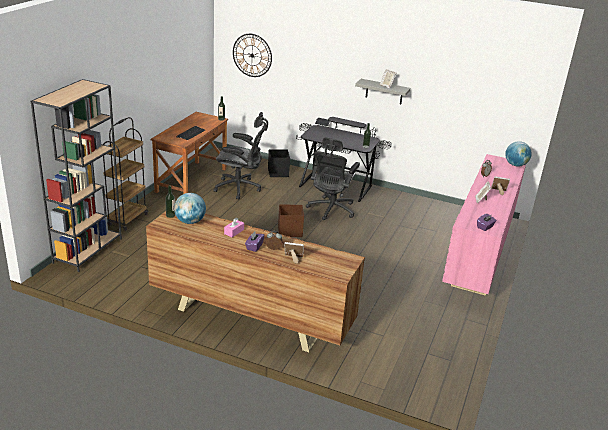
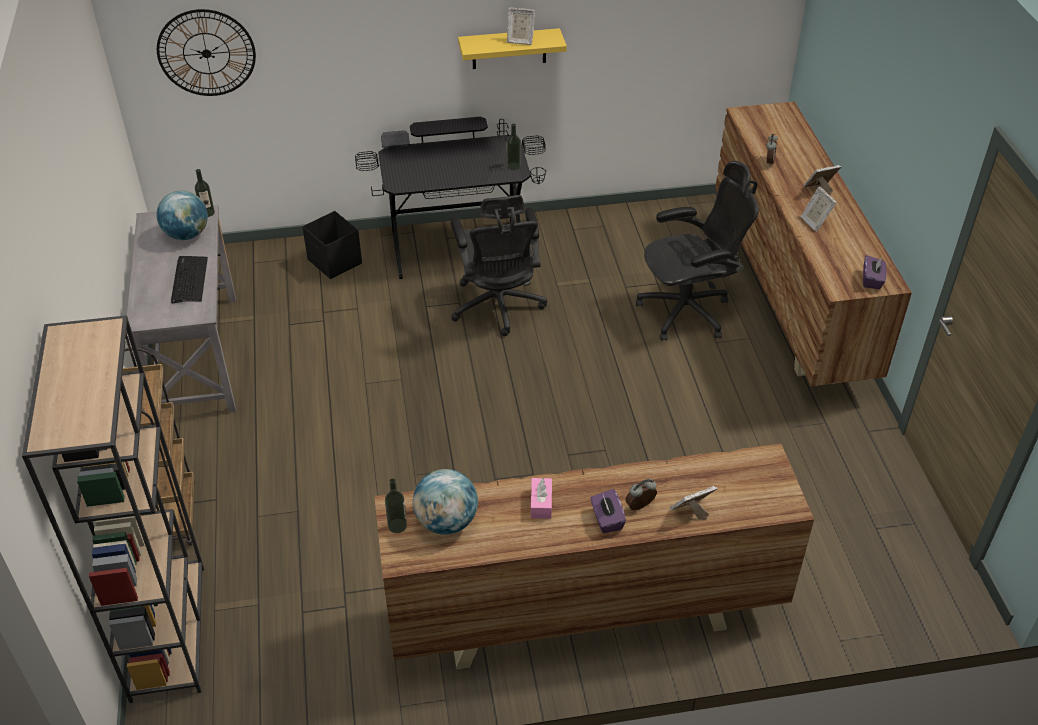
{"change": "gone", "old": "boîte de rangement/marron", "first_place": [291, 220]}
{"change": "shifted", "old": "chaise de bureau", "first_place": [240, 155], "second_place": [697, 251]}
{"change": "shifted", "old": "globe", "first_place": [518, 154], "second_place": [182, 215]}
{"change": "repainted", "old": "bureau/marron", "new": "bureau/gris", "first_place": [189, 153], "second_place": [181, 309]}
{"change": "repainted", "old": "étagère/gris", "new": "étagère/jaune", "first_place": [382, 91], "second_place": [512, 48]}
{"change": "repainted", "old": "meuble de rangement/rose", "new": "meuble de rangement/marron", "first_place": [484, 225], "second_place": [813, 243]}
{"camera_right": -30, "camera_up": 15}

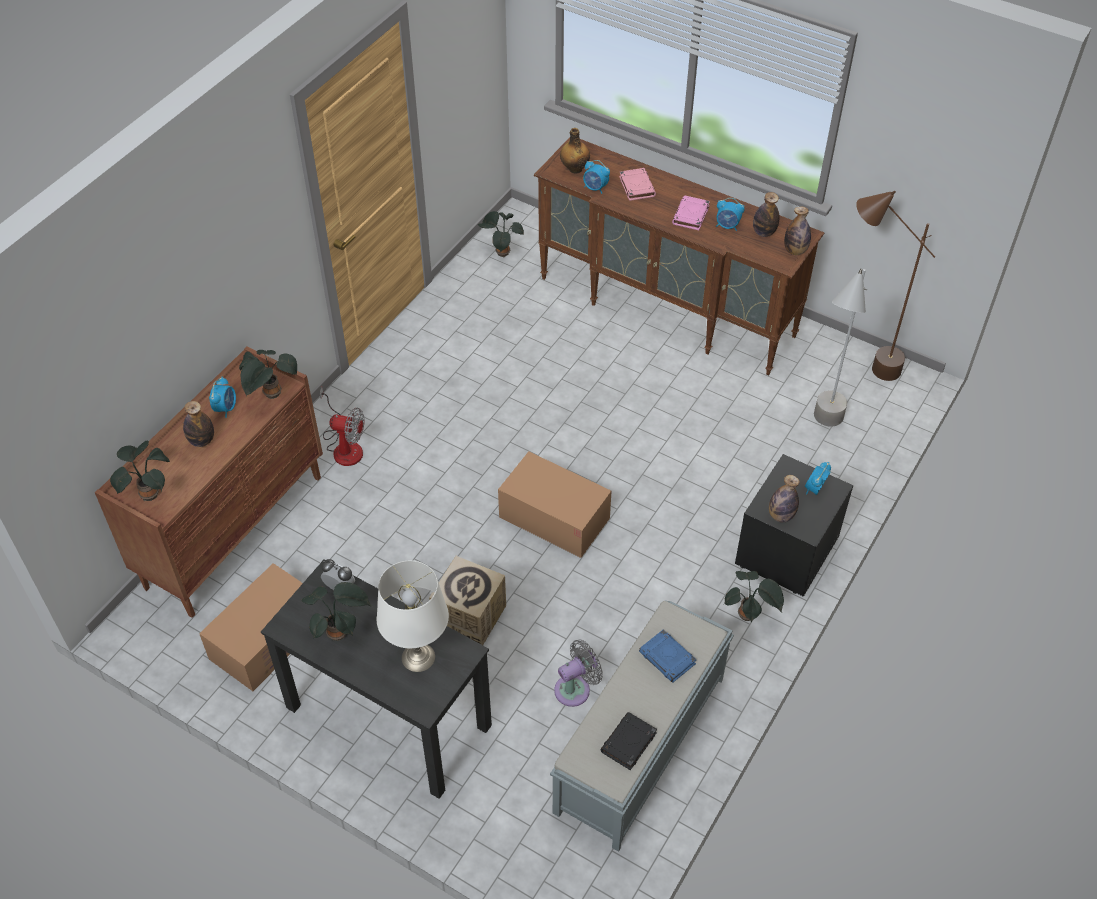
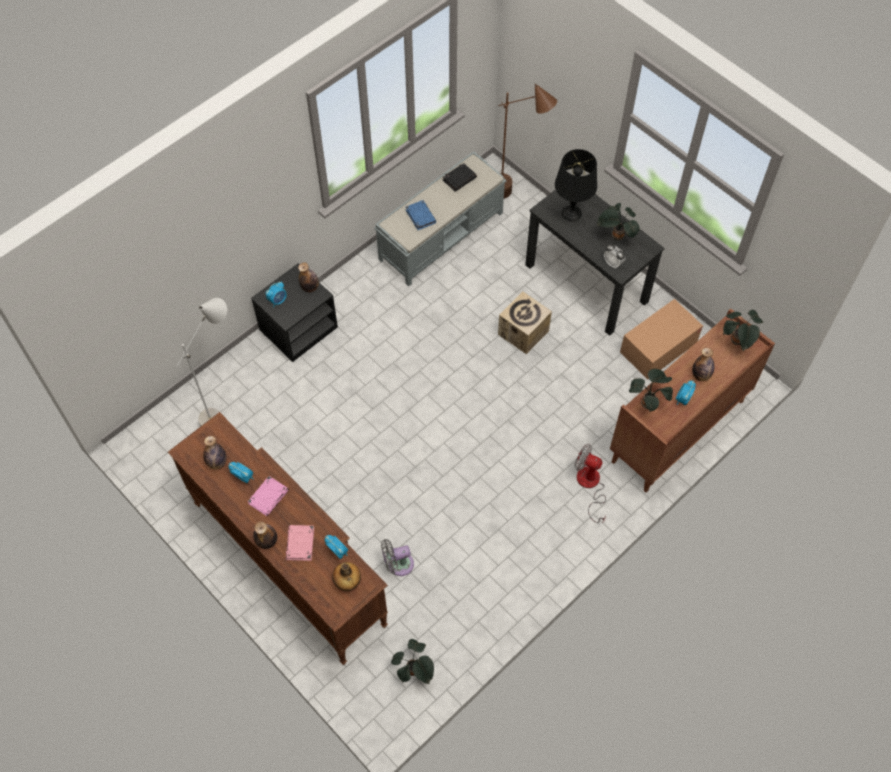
{"change": "gone", "old": "carton", "first_place": [554, 504]}
{"change": "gone", "old": "plante en pot", "first_place": [754, 596]}
{"change": "shifted", "old": "ventilateur/gris", "first_place": [578, 673], "second_place": [397, 557]}
{"change": "shifted", "old": "bouteille", "first_place": [797, 230], "second_place": [265, 535]}
{"change": "shifted", "old": "lampadaire/marron", "first_place": [895, 286], "second_place": [527, 141]}
{"change": "repainted", "old": "lampe de table/blanc", "new": "lampe de table/noir", "first_place": [413, 616], "second_place": [576, 185]}
{"camera_right": -165, "camera_up": 10}

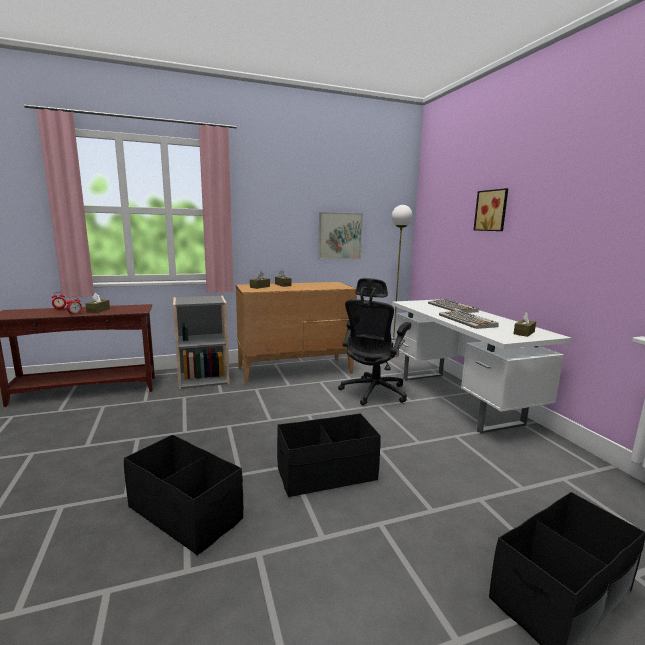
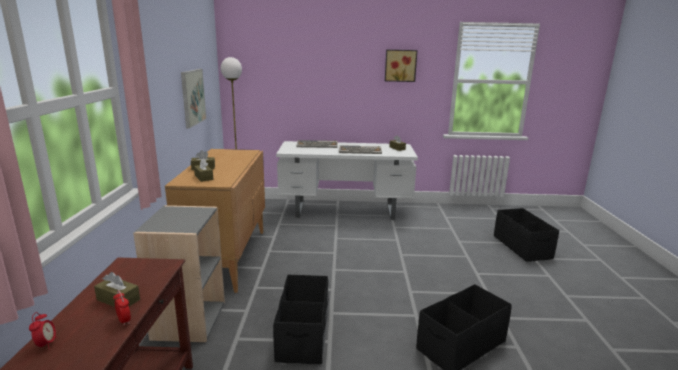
{"change": "gone", "old": "chaise de bureau", "first_place": [374, 341]}
{"change": "shifted", "old": "boîte de rangement/noir", "first_place": [329, 455], "second_place": [301, 319]}
{"change": "shifted", "old": "tableau", "first_place": [491, 209], "second_place": [401, 66]}
{"camera_right": -70, "camera_up": 5}

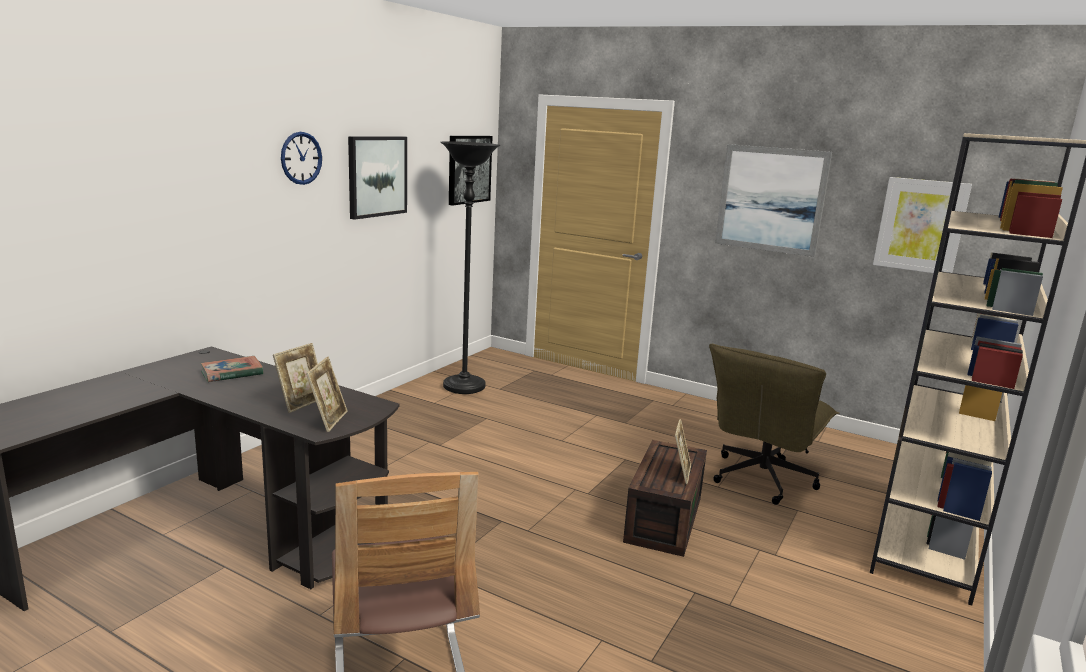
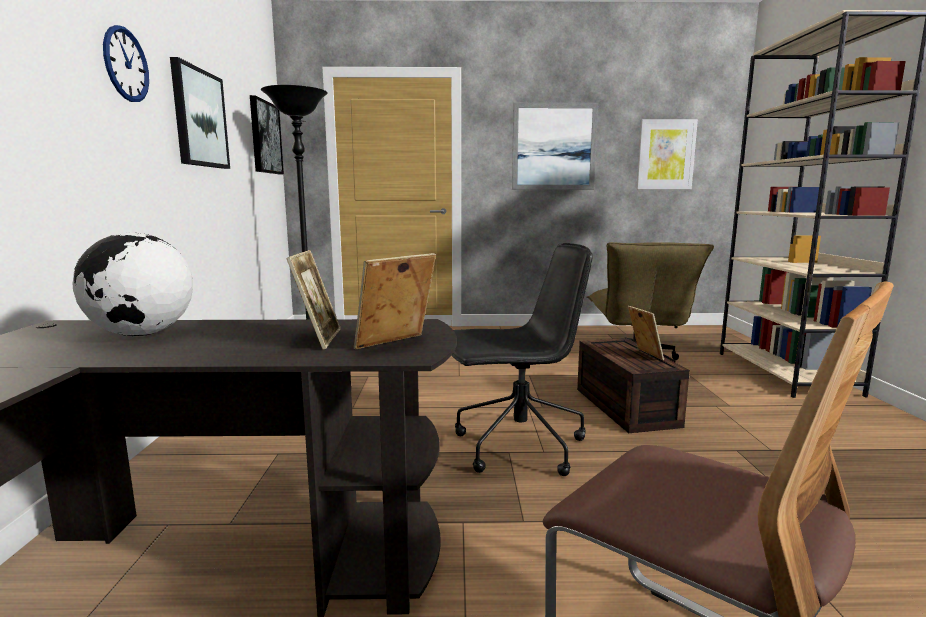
{"change": "new", "new": "chaise de bureau/noir", "second_place": [522, 359]}
{"change": "swapped", "old": "livre", "new": "globe", "first_place": [232, 369], "second_place": [133, 284]}
{"change": "rotated", "old": "cadre photo", "first_place": [327, 394], "second_place": [395, 301], "degrees": -105}
{"camera_right": -30, "camera_up": -5}

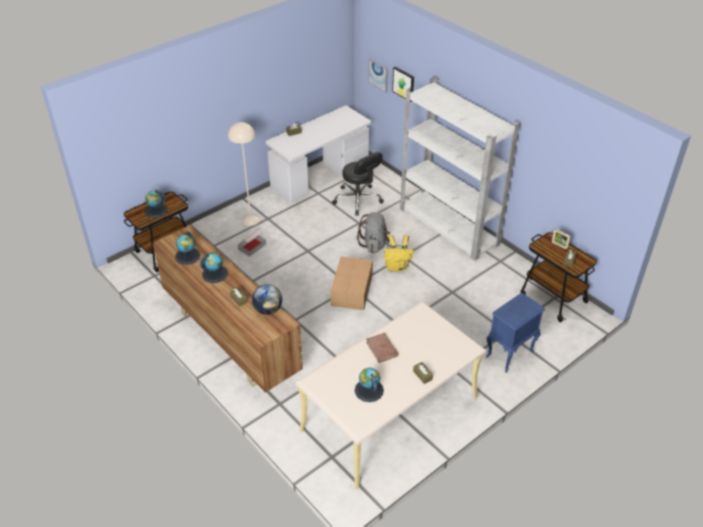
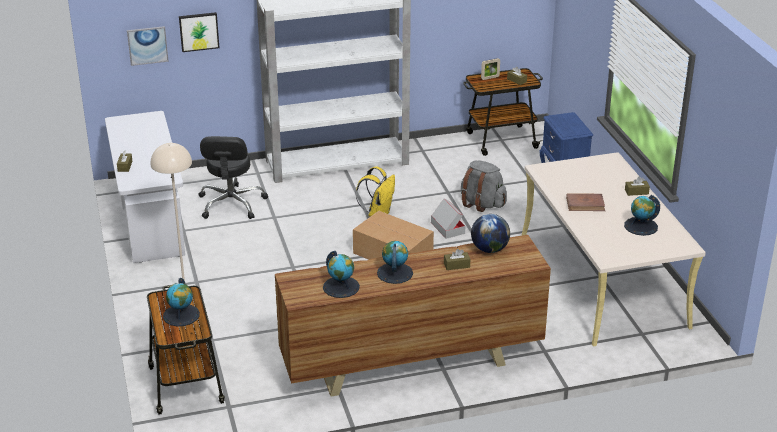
{"change": "shifted", "old": "carton", "first_place": [252, 242], "second_place": [448, 219]}
{"change": "shifted", "old": "sac à dos/gris", "first_place": [373, 232], "second_place": [484, 186]}
{"change": "rotated", "old": "chaise de bureau/noir", "first_place": [358, 184], "second_place": [233, 177], "degrees": 105}
{"camera_right": -65, "camera_up": -10}

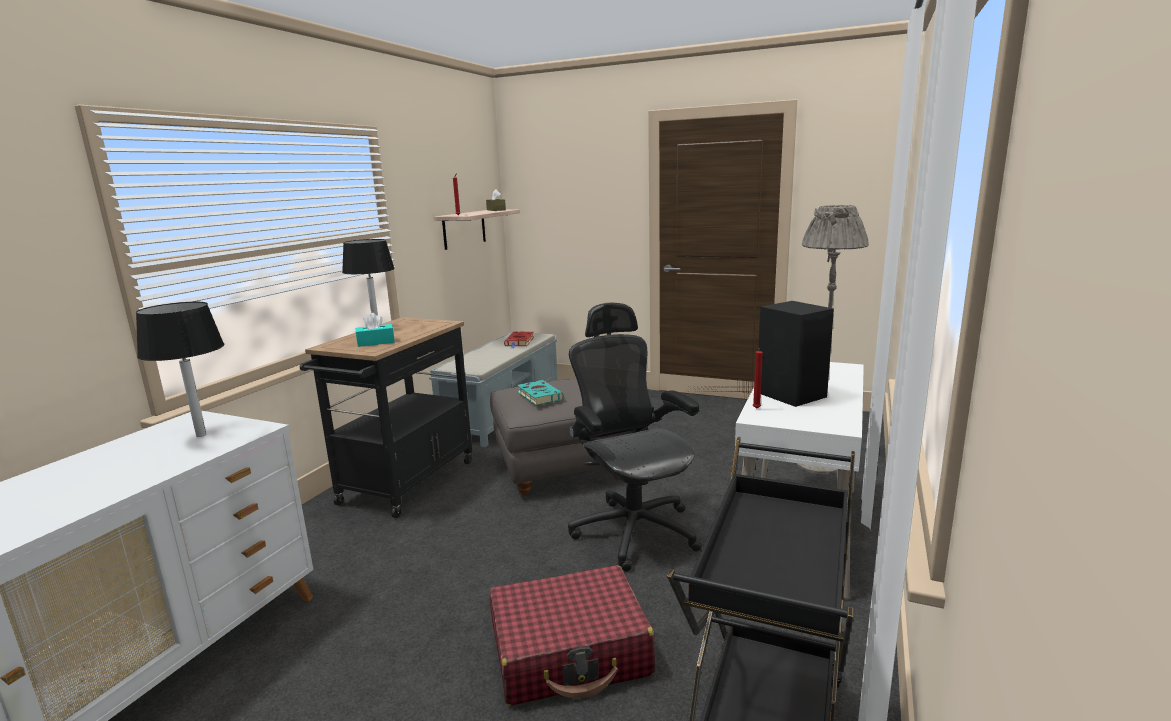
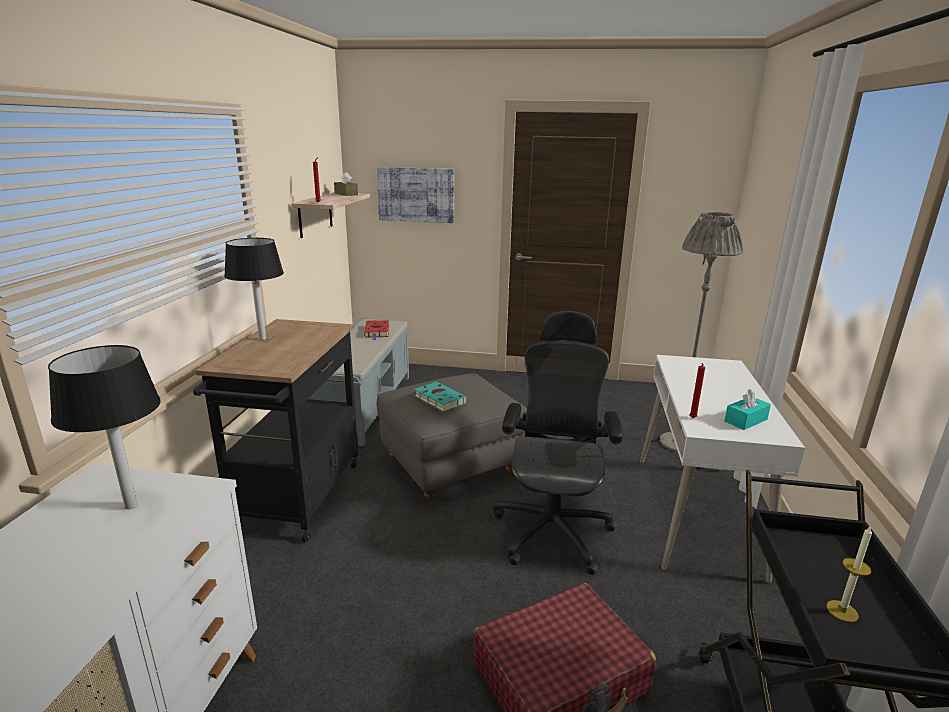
{"change": "gone", "old": "enceinte/noir", "first_place": [796, 354]}
{"change": "new", "new": "tableau", "second_place": [415, 195]}
{"change": "new", "new": "bougie", "second_place": [849, 574]}
{"change": "shifted", "old": "boîte à mouchoirs/turquoise", "first_place": [375, 330], "second_place": [747, 409]}
{"change": "rotated", "old": "chaise de bureau", "first_place": [635, 437], "second_place": [558, 443], "degrees": 45}
{"camera_right": -15, "camera_up": 5}

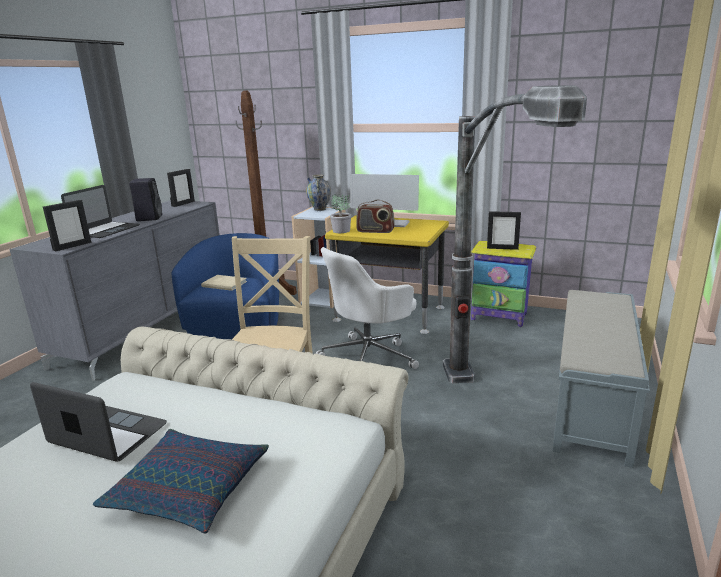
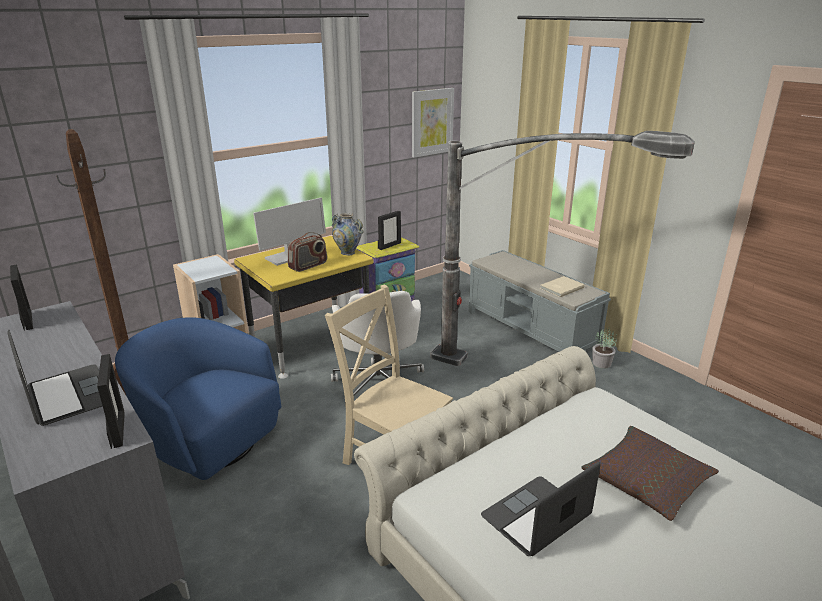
{"change": "gone", "old": "enceinte/noir", "first_place": [145, 199]}
{"change": "new", "new": "tableau", "second_place": [433, 123]}
{"change": "shifted", "old": "livre/beige", "first_place": [224, 283], "second_place": [562, 286]}
{"change": "shifted", "old": "vase", "first_place": [318, 192], "second_place": [348, 234]}
{"change": "shifted", "old": "plante en pot", "first_place": [340, 213], "second_place": [604, 348]}
{"change": "repainted", "old": "coussin/bleu", "new": "coussin/marron", "first_place": [181, 481], "second_place": [650, 473]}
{"camera_right": -60, "camera_up": 5}

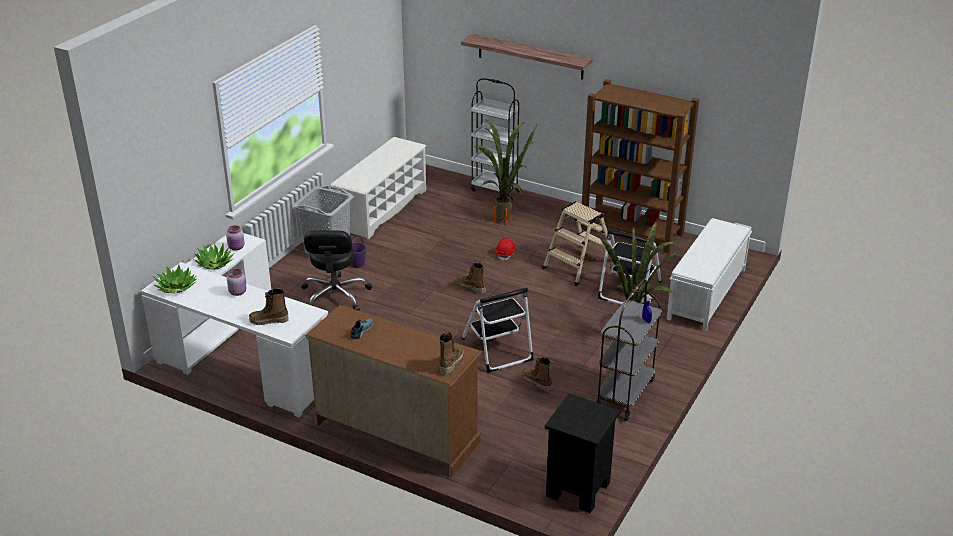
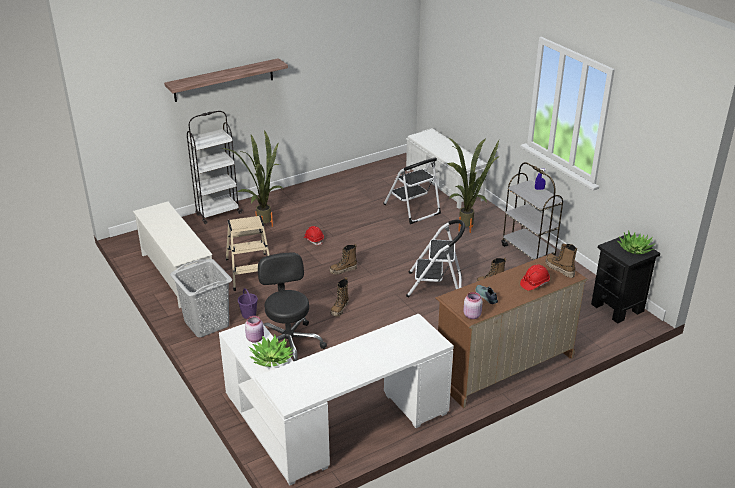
{"change": "gone", "old": "bibliothèque/marron", "first_place": [640, 166]}
{"change": "new", "new": "casque de chantier/rouge", "second_place": [535, 278]}
{"change": "shifted", "old": "plante en pot", "first_place": [175, 279], "second_place": [637, 242]}
{"change": "shifted", "old": "bocal/rose", "first_place": [236, 282], "second_place": [473, 305]}
{"change": "shifted", "old": "botte", "first_place": [269, 306], "second_place": [340, 297]}
{"change": "shifted", "old": "escabeau/beige", "first_place": [577, 243], "second_place": [251, 253]}
{"change": "rotated", "old": "chaise de bureau/noir", "first_place": [336, 270], "second_place": [292, 306], "degrees": -135}
{"camera_right": -60, "camera_up": 0}

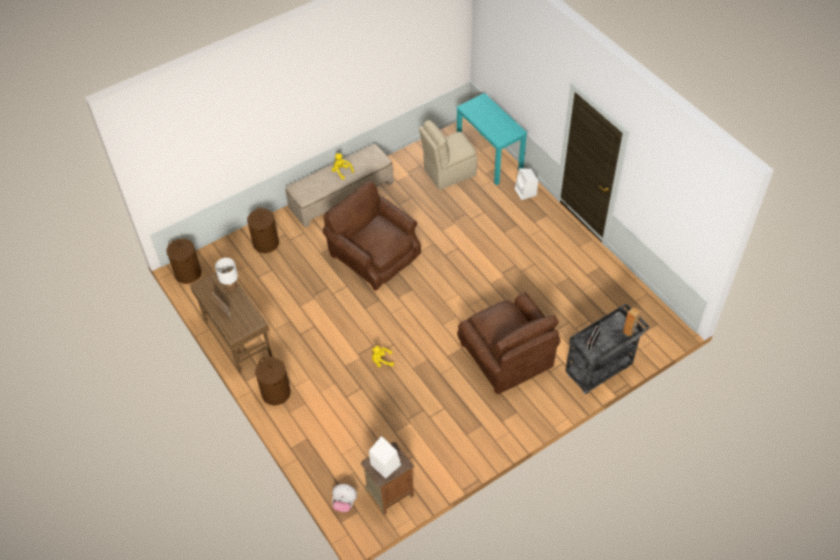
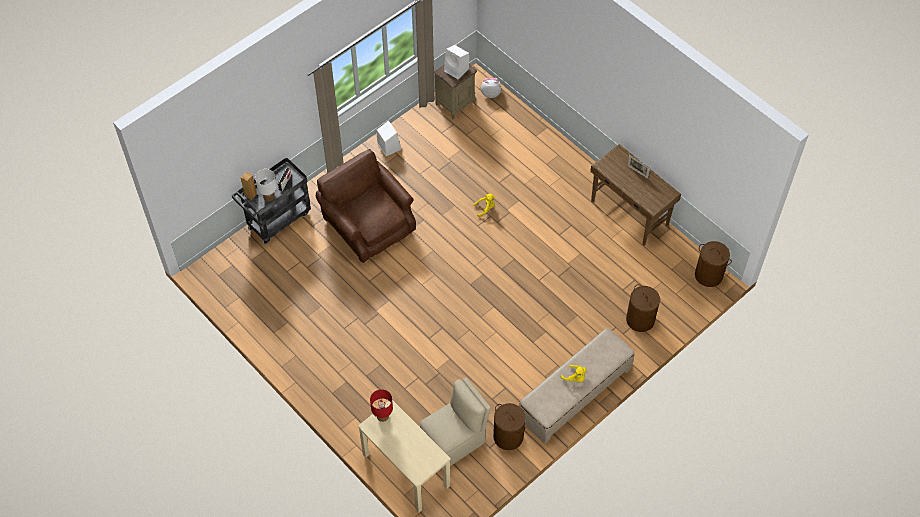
{"change": "gone", "old": "fauteuil/marron", "first_place": [372, 236]}
{"change": "new", "new": "lampe de table/rouge", "second_place": [381, 405]}
{"change": "shifted", "old": "lampe de table/blanc", "first_place": [226, 274], "second_place": [266, 185]}
{"change": "shifted", "old": "panier à linge/marron", "first_place": [273, 381], "second_place": [509, 426]}
{"change": "shifted", "old": "enceinte/blanc", "first_place": [526, 184], "second_place": [389, 138]}
{"change": "repainted", "old": "bureau/turquoise", "new": "bureau/beige", "first_place": [492, 139], "second_place": [404, 456]}
{"camera_right": 170, "camera_up": 5}

